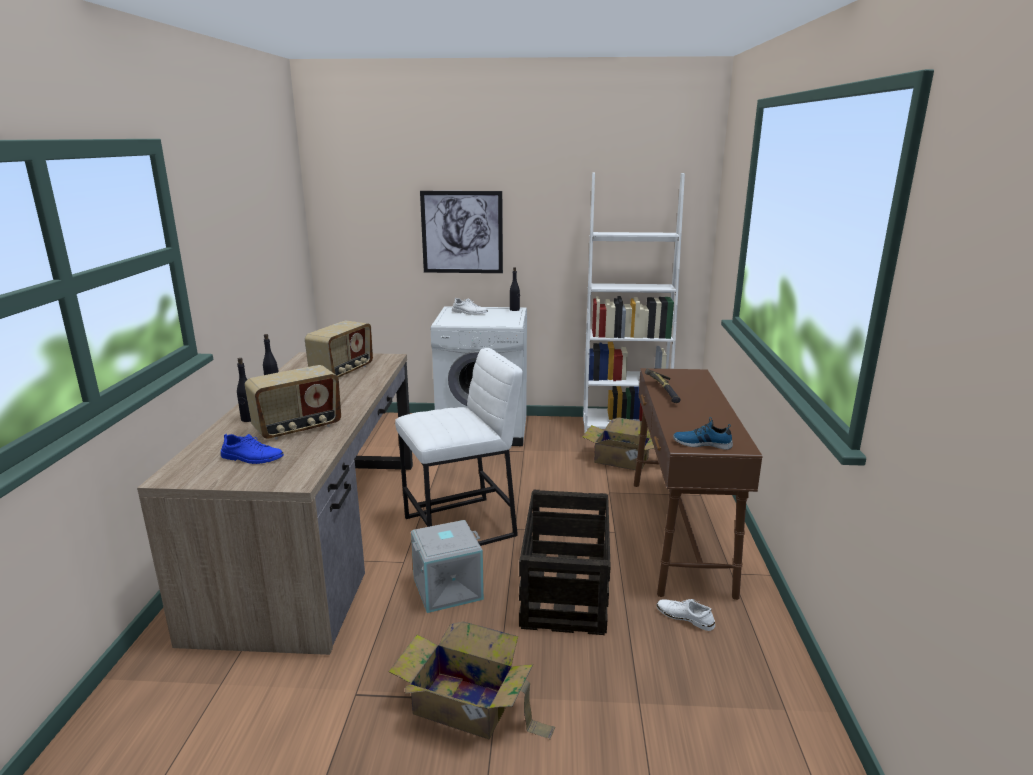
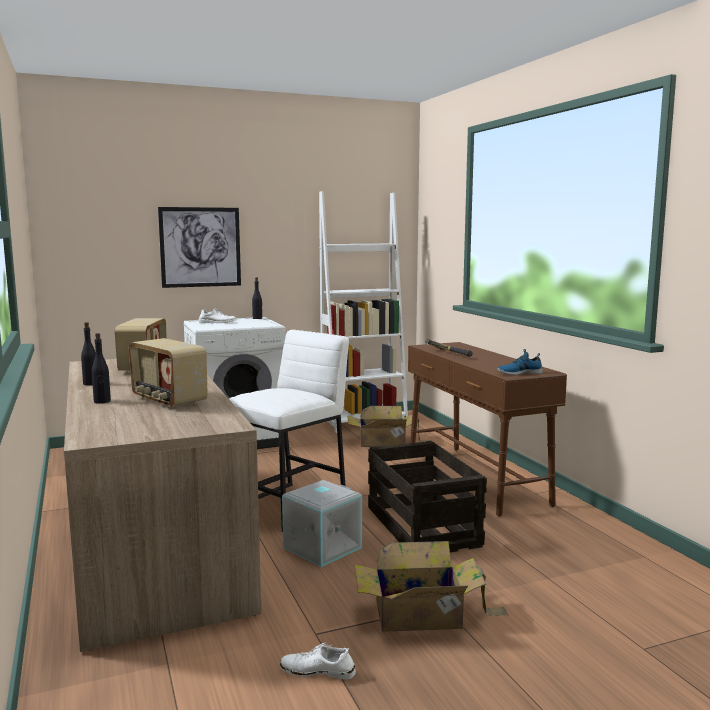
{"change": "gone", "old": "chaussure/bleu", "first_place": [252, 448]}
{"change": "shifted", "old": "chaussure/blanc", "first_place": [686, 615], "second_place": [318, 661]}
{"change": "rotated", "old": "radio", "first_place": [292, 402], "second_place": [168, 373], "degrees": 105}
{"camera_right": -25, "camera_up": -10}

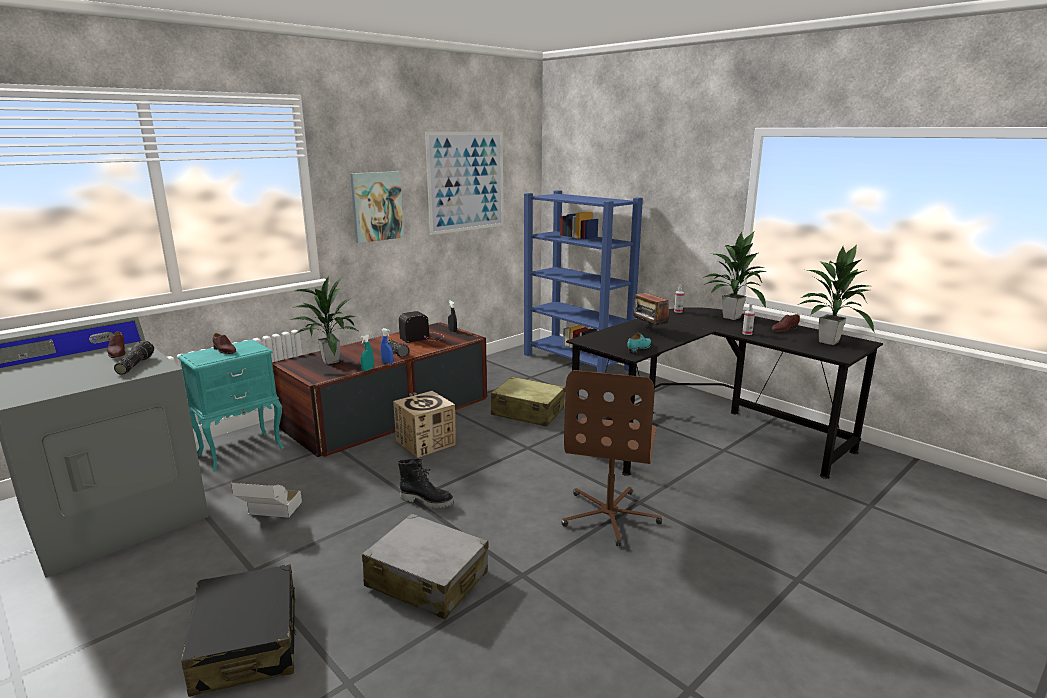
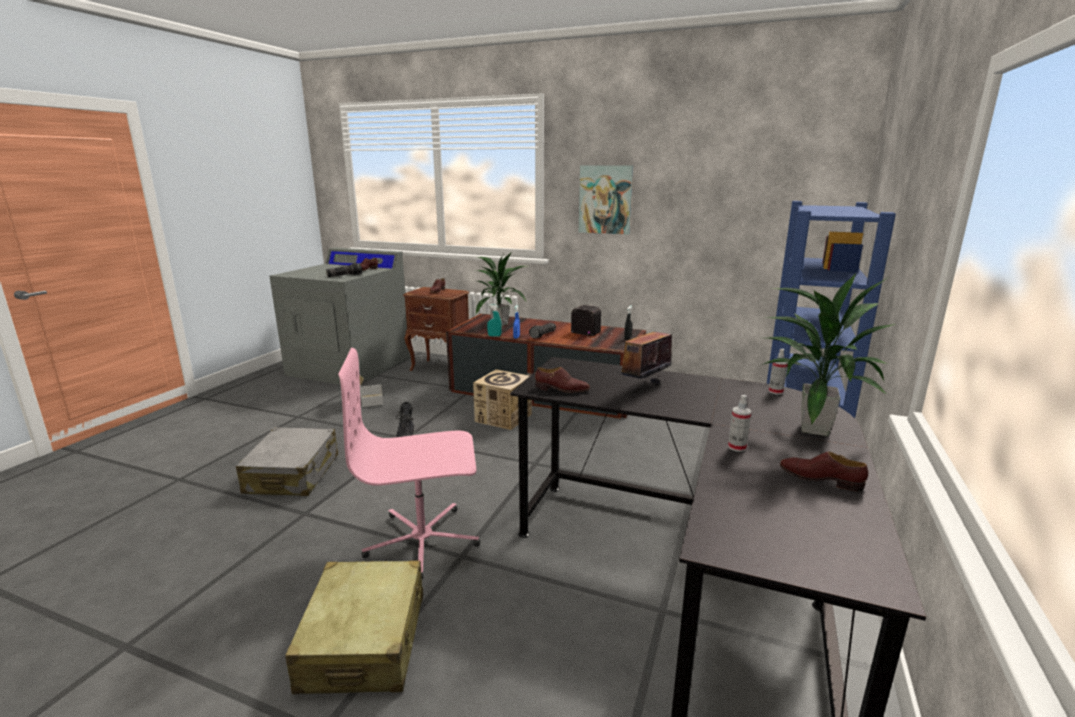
{"change": "gone", "old": "valise/noir", "first_place": [239, 630]}
{"change": "gone", "old": "tableau", "first_place": [464, 183]}
{"change": "gone", "old": "plante en pot", "first_place": [836, 295]}
{"change": "shifted", "old": "valise/beige", "first_place": [528, 402], "second_place": [354, 627]}
{"change": "repainted", "old": "table de chevet/turquoise", "new": "table de chevet/marron", "first_place": [231, 406], "second_place": [436, 329]}
{"change": "repainted", "old": "chaise de bureau/marron", "new": "chaise de bureau/rose", "first_place": [611, 458], "second_place": [409, 463]}
{"change": "repainted", "old": "chaussure/turquoise", "new": "chaussure/marron", "first_place": [639, 343], "second_place": [562, 379]}
{"camera_right": 65, "camera_up": 0}

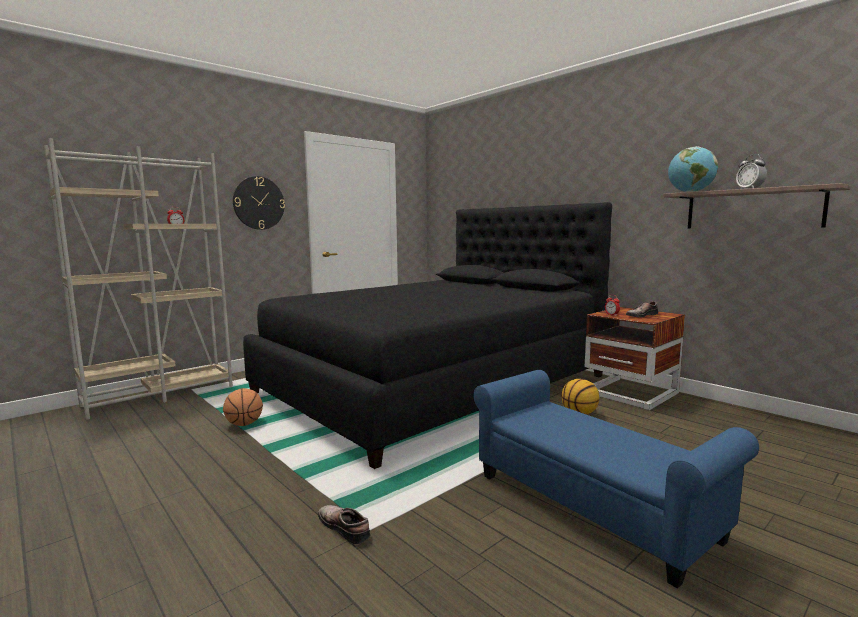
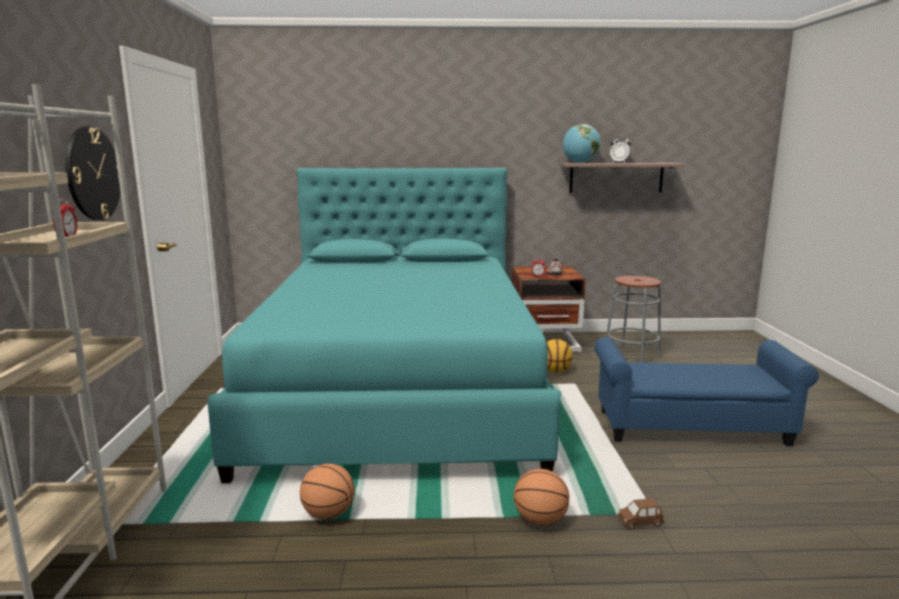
{"change": "new", "new": "ballon de basket", "second_place": [541, 497]}
{"change": "new", "new": "tabouret/gris", "second_place": [633, 319]}
{"change": "swapped", "old": "chaussure", "new": "petite voiture/marron", "first_place": [344, 524], "second_place": [640, 514]}
{"change": "repainted", "old": "lit/noir", "new": "lit/turquoise", "first_place": [427, 335], "second_place": [384, 325]}
{"camera_right": -50, "camera_up": 5}

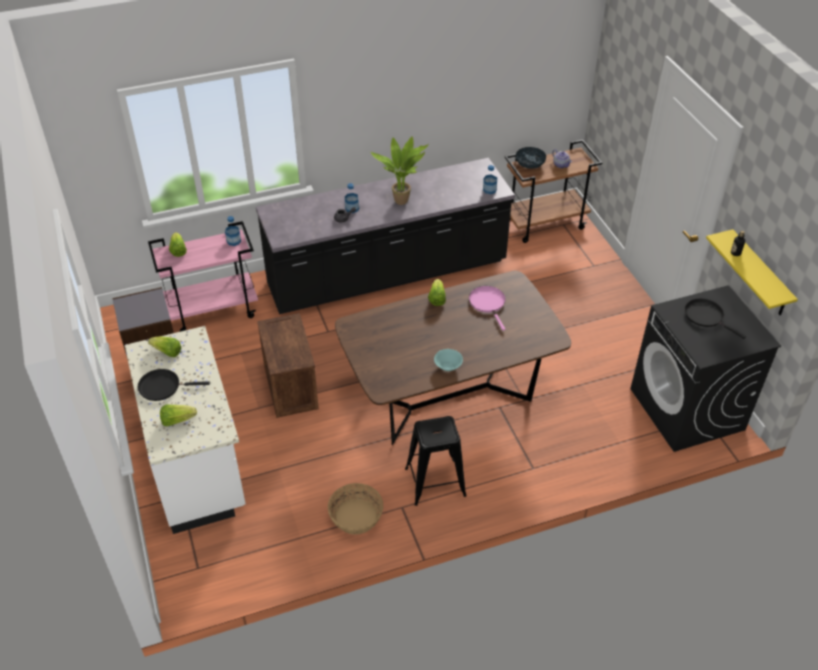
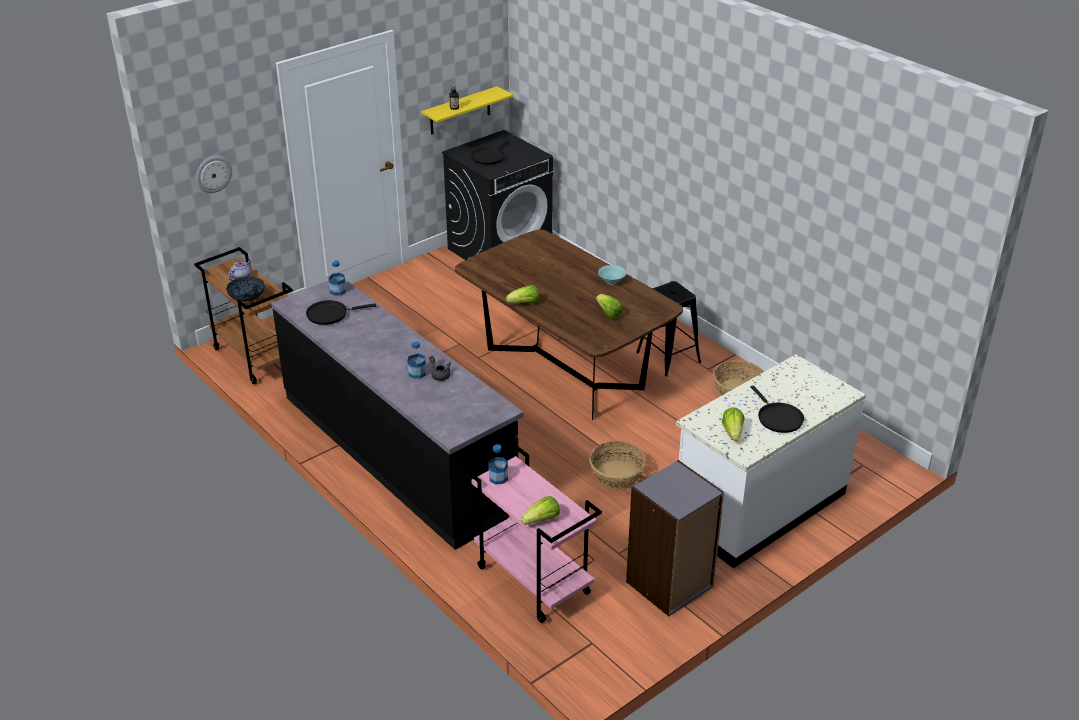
{"change": "gone", "old": "plante en pot", "first_place": [400, 170]}
{"change": "gone", "old": "poêle/rose", "first_place": [487, 308]}
{"change": "new", "new": "horloge murale", "second_place": [214, 174]}
{"change": "new", "new": "poêle/noir", "second_place": [341, 312]}
{"change": "shifted", "old": "laitue", "first_place": [178, 415], "second_place": [609, 306]}
{"change": "swapped", "old": "caisse", "new": "panier", "first_place": [288, 365], "second_place": [618, 465]}
{"camera_right": -110, "camera_up": -10}

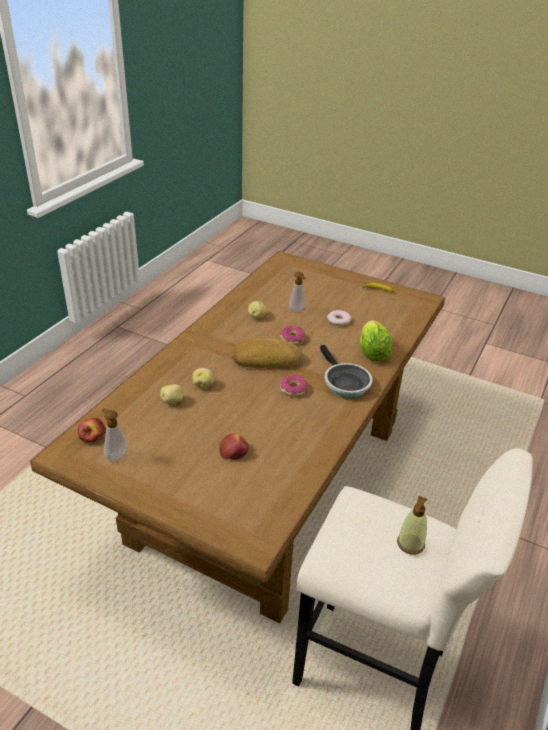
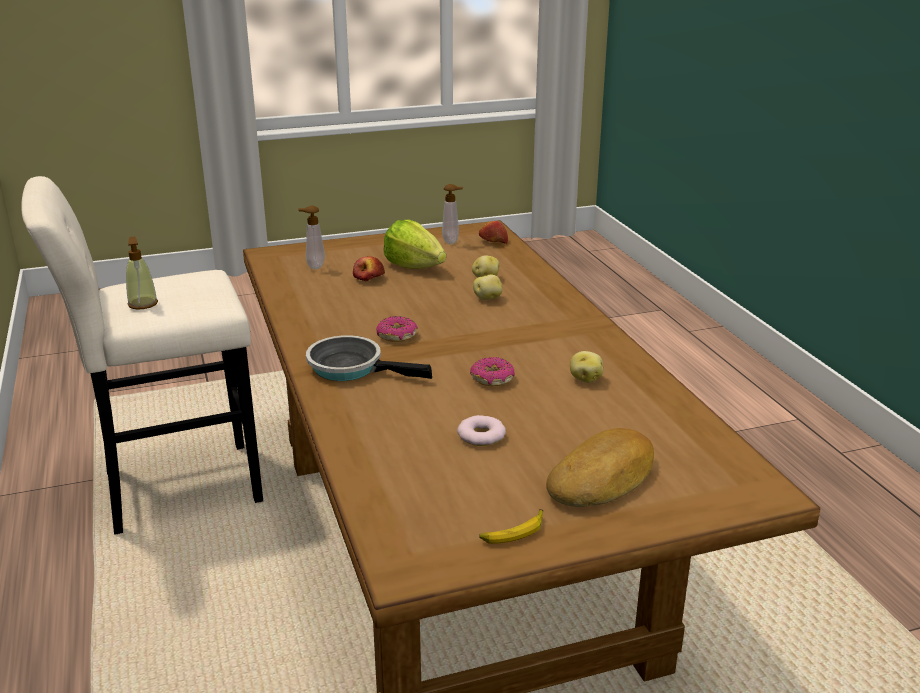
{"change": "shifted", "old": "pain", "first_place": [267, 353], "second_place": [600, 467]}
{"change": "shifted", "old": "distributeur de savon", "first_place": [297, 292], "second_place": [311, 238]}
{"change": "shifted", "old": "laitue", "first_place": [376, 340], "second_place": [415, 244]}
{"camera_right": 135, "camera_up": -10}

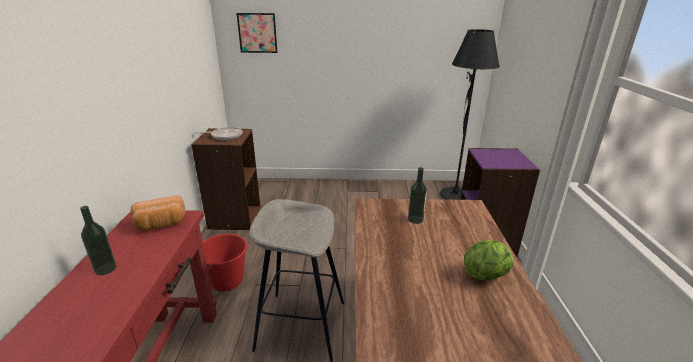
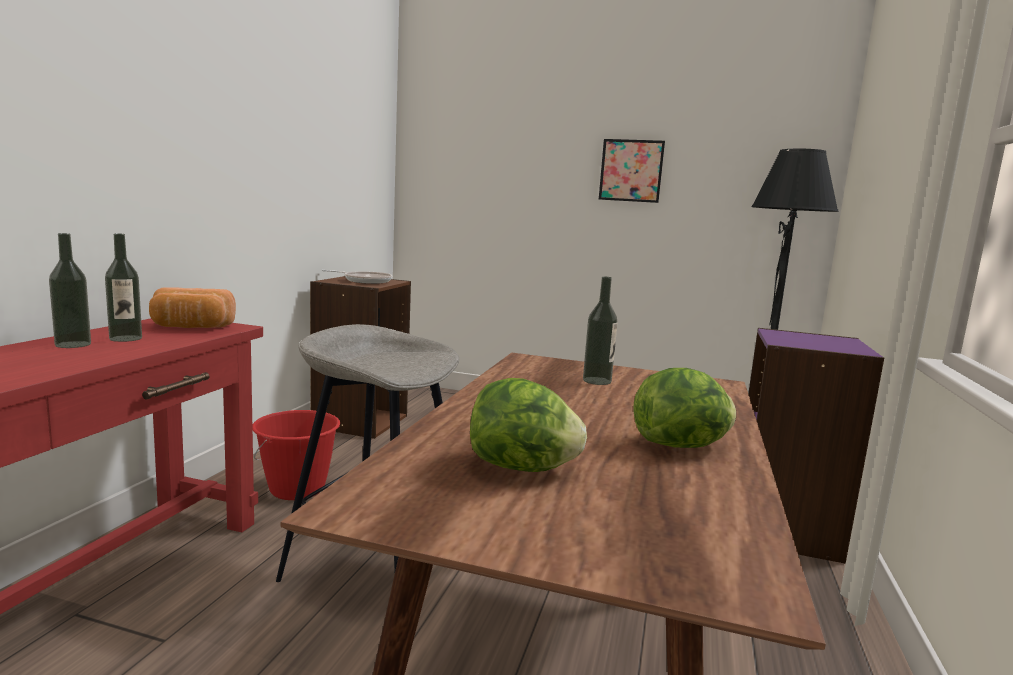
{"change": "new", "new": "bouteille", "second_place": [123, 287]}
{"change": "new", "new": "laitue", "second_place": [528, 425]}
{"change": "shifted", "old": "tableau", "first_place": [257, 33], "second_place": [632, 171]}
{"camera_right": 15, "camera_up": -15}

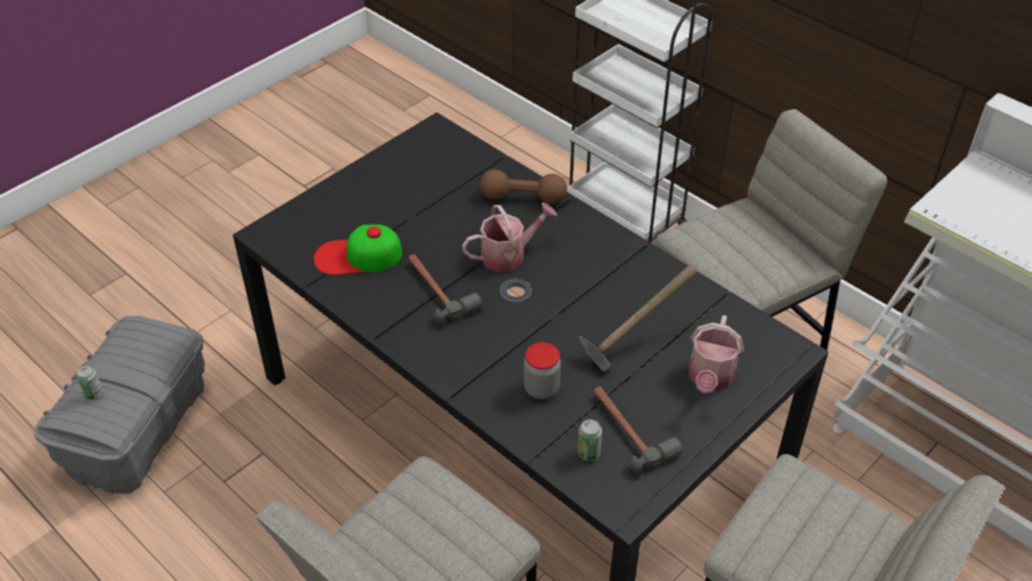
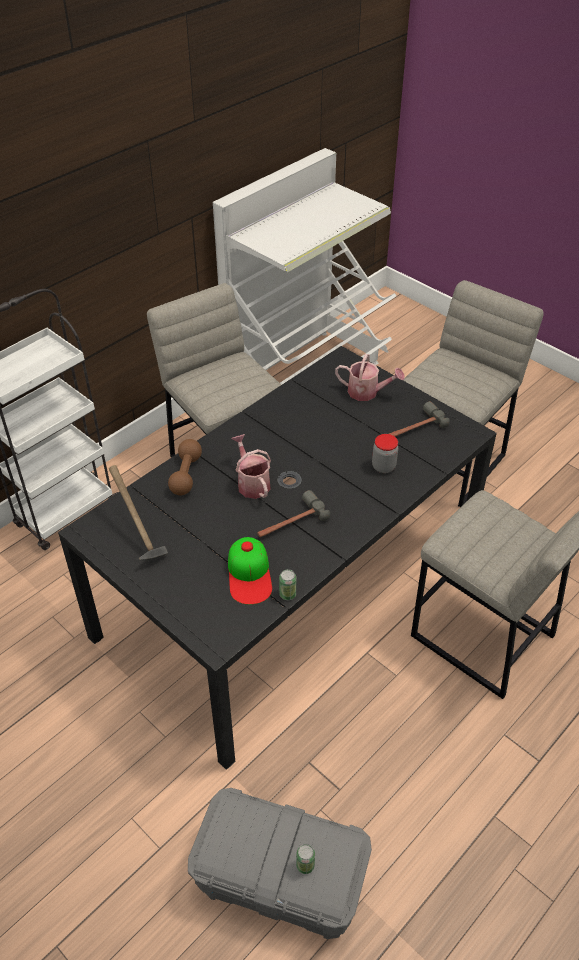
{"change": "shifted", "old": "boîte métallique", "first_place": [589, 440], "second_place": [287, 584]}
{"change": "shifted", "old": "marteau", "first_place": [638, 318], "second_place": [138, 513]}
{"camera_right": -90, "camera_up": 0}

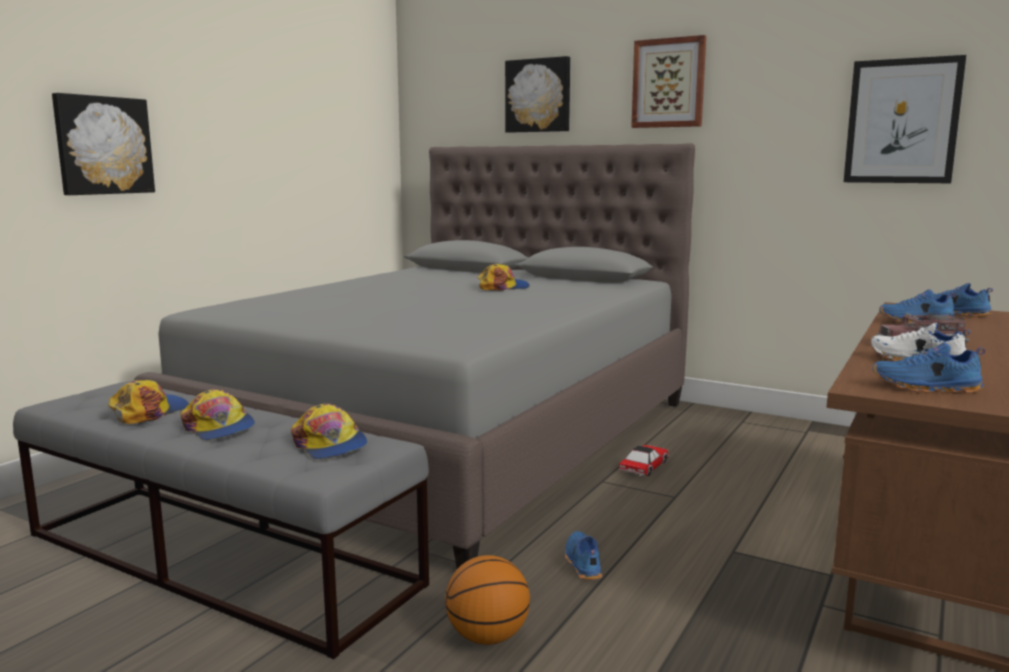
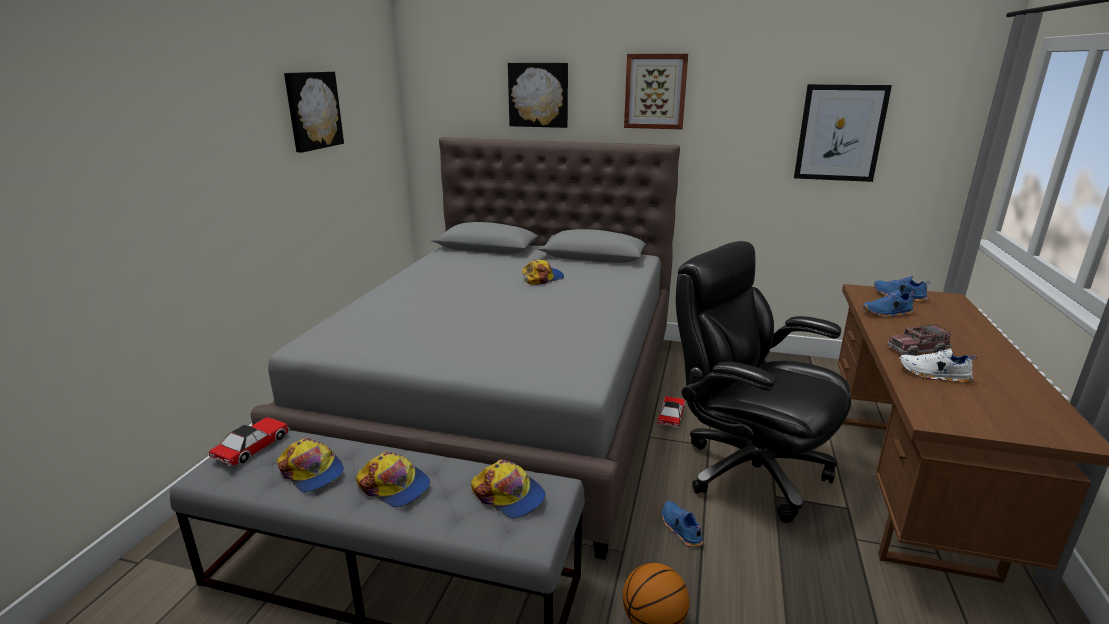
{"change": "gone", "old": "chaussure/bleu", "first_place": [929, 367]}
{"change": "new", "new": "petite voiture", "second_place": [249, 441]}
{"change": "new", "new": "chaise de bureau/noir", "second_place": [763, 382]}
{"change": "shifted", "old": "tableau", "first_place": [103, 144], "second_place": [314, 112]}
{"change": "rotated", "old": "casquette", "first_place": [148, 402], "second_place": [310, 465], "degrees": 120}
{"camera_right": -15, "camera_up": 10}

